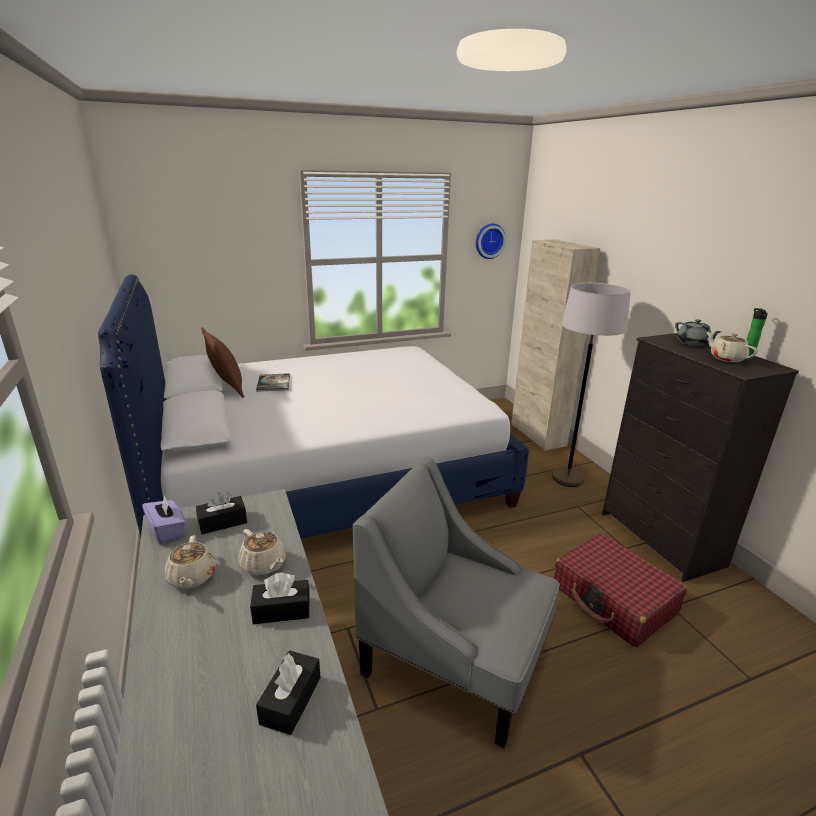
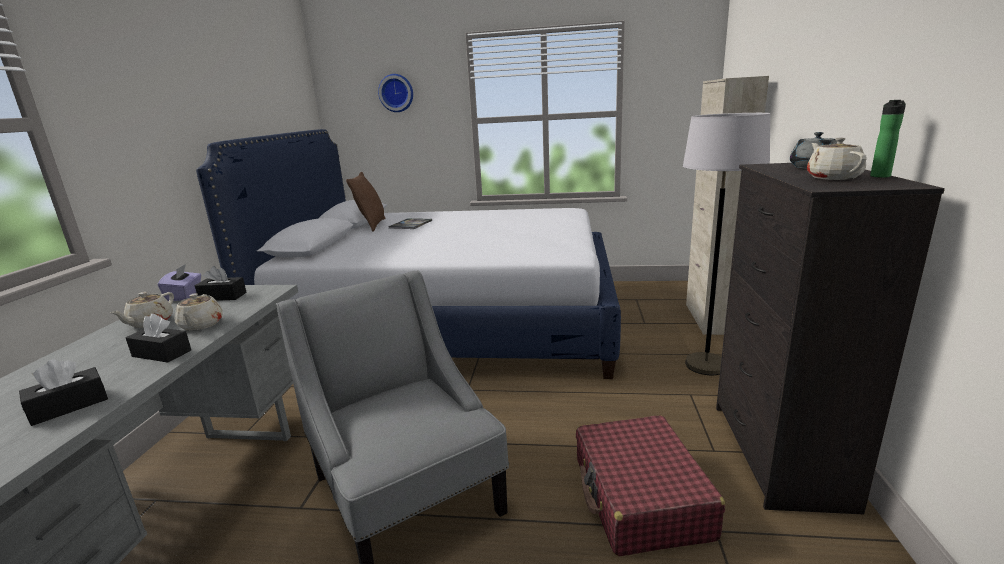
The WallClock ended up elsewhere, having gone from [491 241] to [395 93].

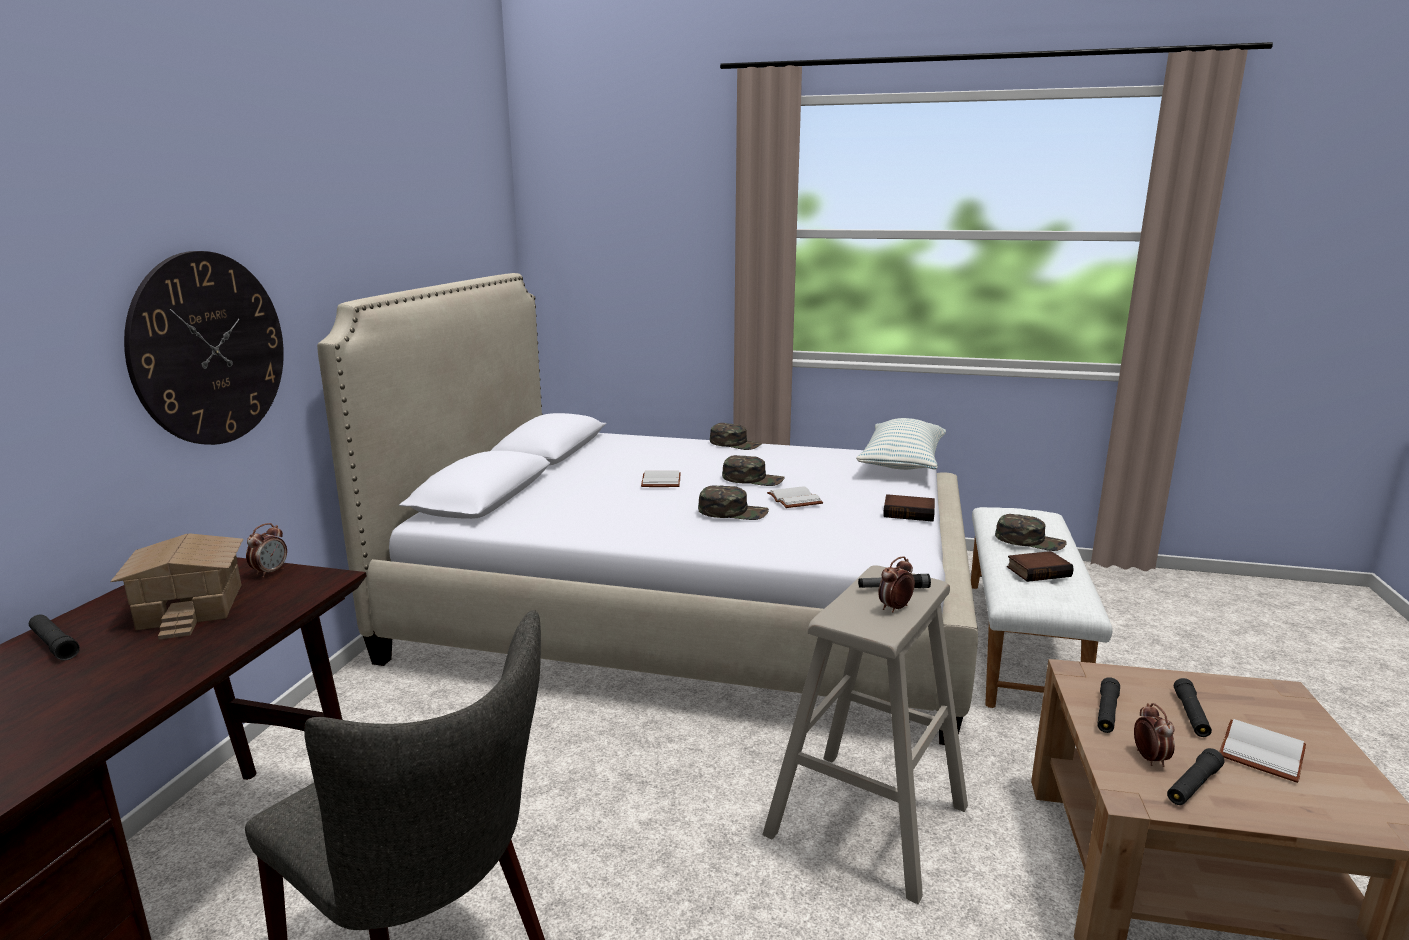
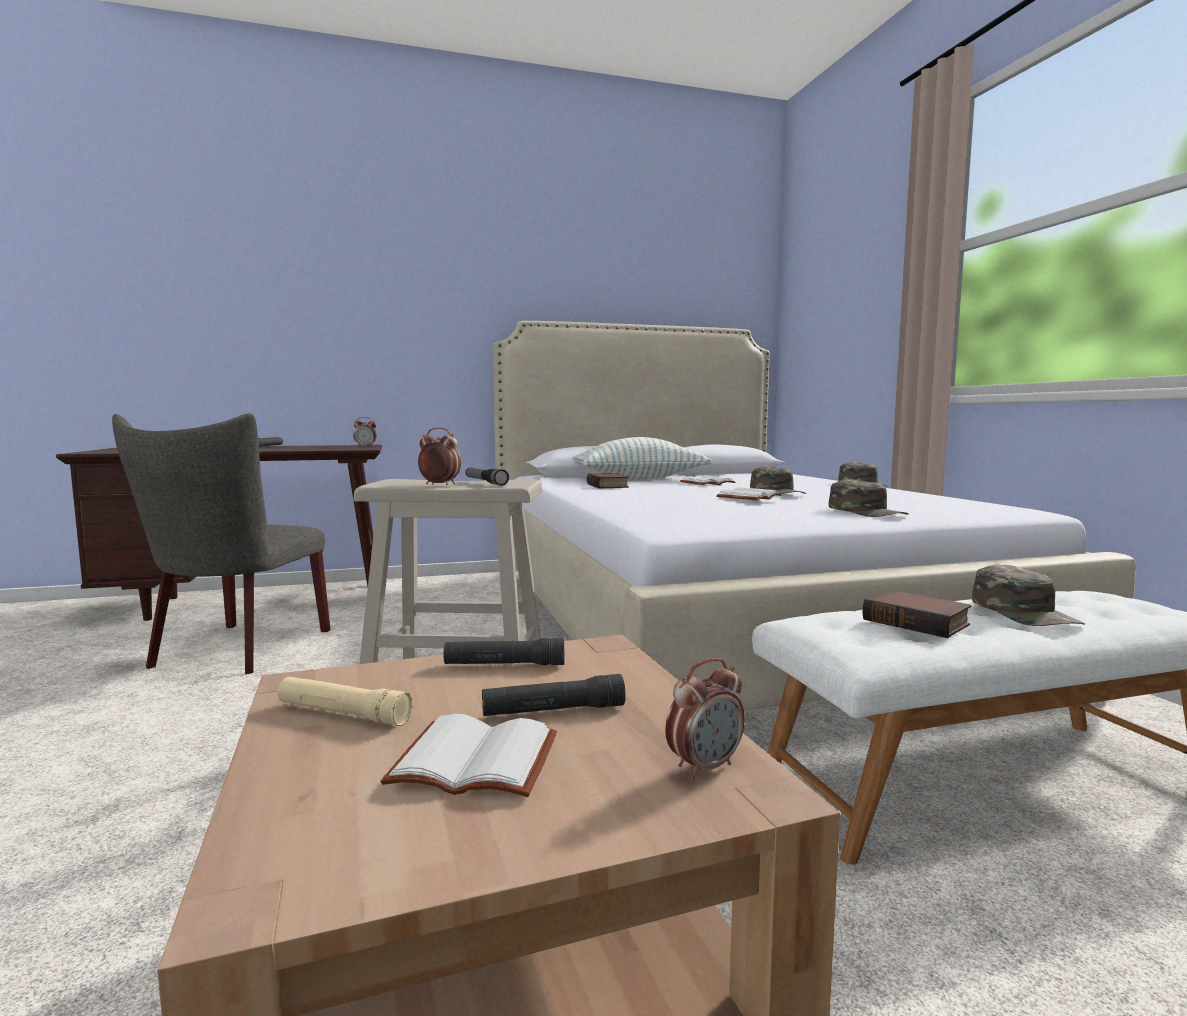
The second view lost the WallClock at [204 348].
The Pillow ended up elsewhere, having gone from [901 444] to [642 458].
The GreenCap ended up elsewhere, having gone from [733 503] to [869 498].
The Book ended up elsewhere, having gone from [909 508] to [608 481].
The second view lost the ToyHouse at [177 586].
The AlarmClock ended up elsewhere, having gone from [1154 735] to [705 718].
What was the BlackFlashlight at [1195 776] turned into the BeigeFlashlight at [345 701].

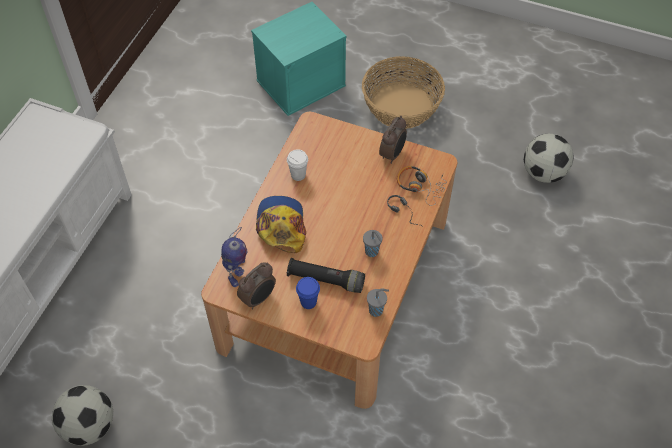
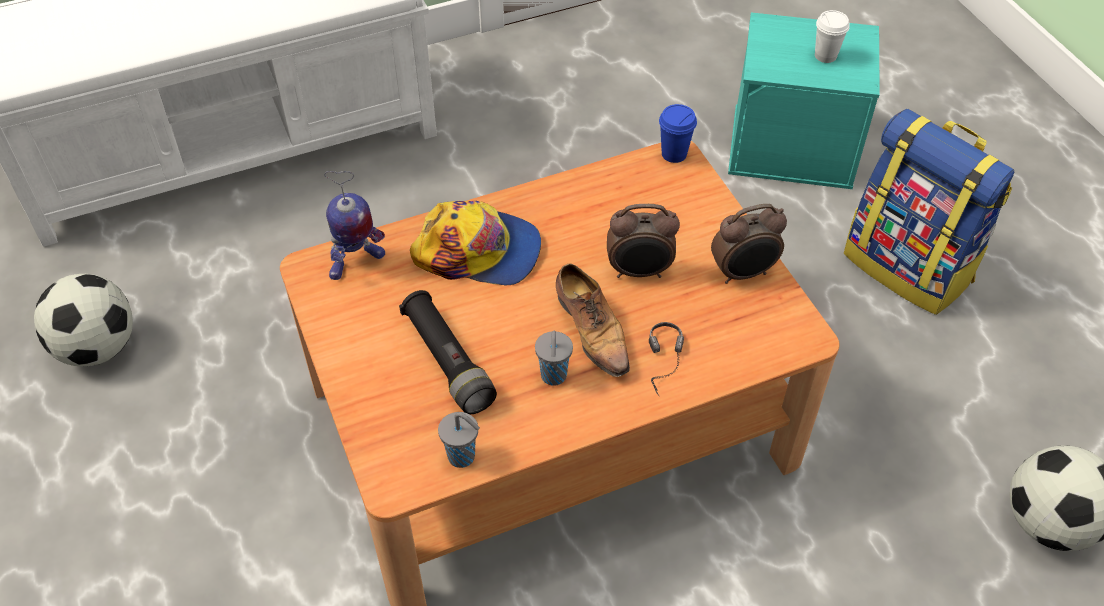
Where the Basket stood at [403 92], the Backpack came to stand at [929 212].
The WhiteCup ended up elsewhere, having gone from [297 165] to [832 36].
The second view lost the Headphones at [422 186].
The Cap at [281 224] ended up facing another way, 60 degrees clockwise from before.
The AlarmClock ended up elsewhere, having gone from [256 285] to [643 241].
The BlueCup ended up elsewhere, having gone from [308 293] to [678 133].
The second view gained the Shoe at [593 320].

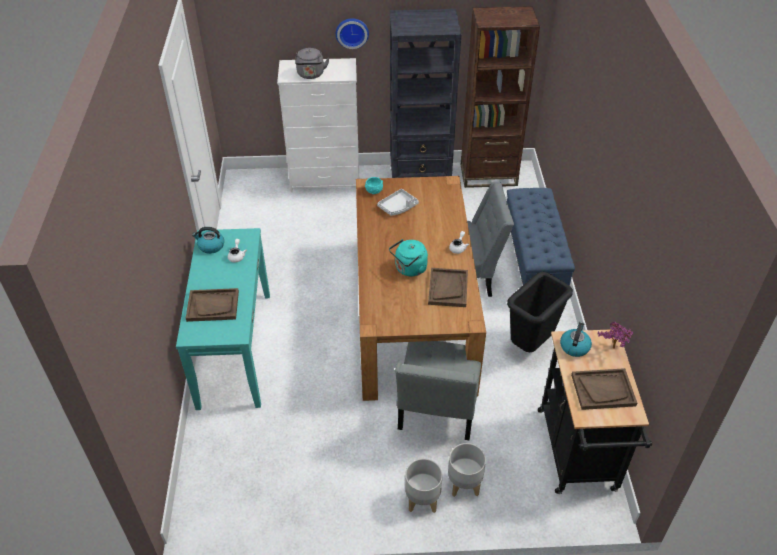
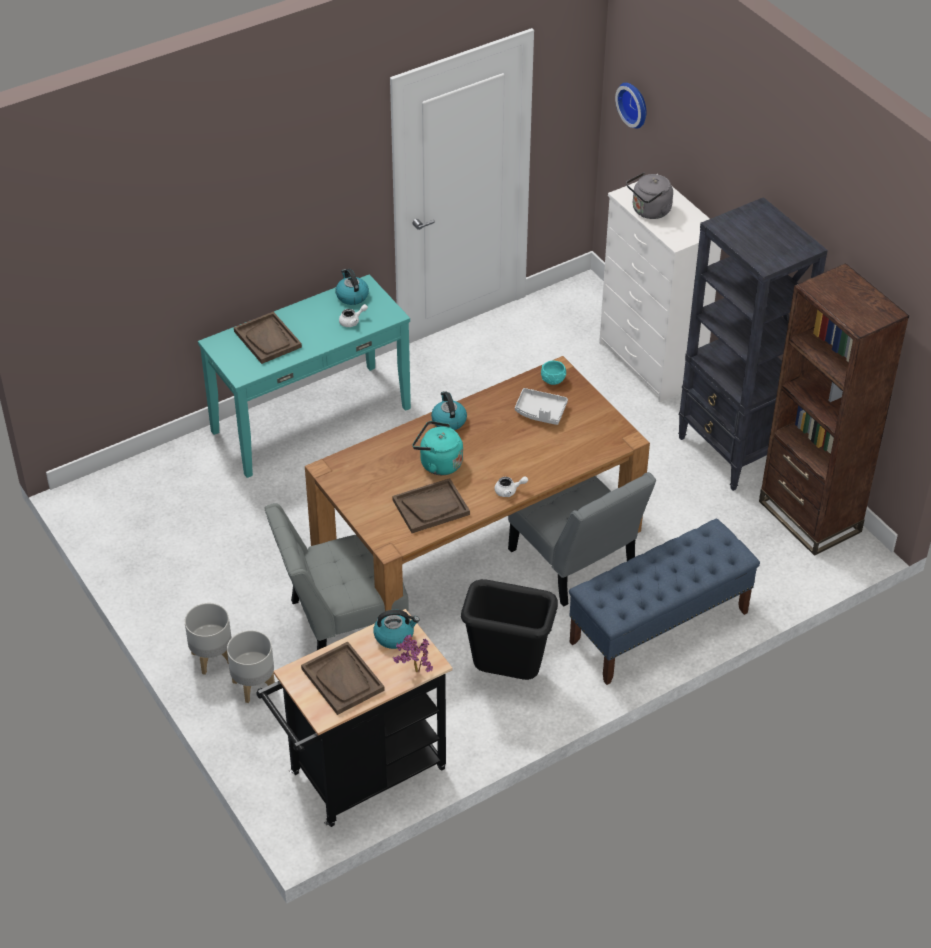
The WallClock ended up elsewhere, having gone from [352 33] to [630 106].
The second view gained the Kettle at [449 410].

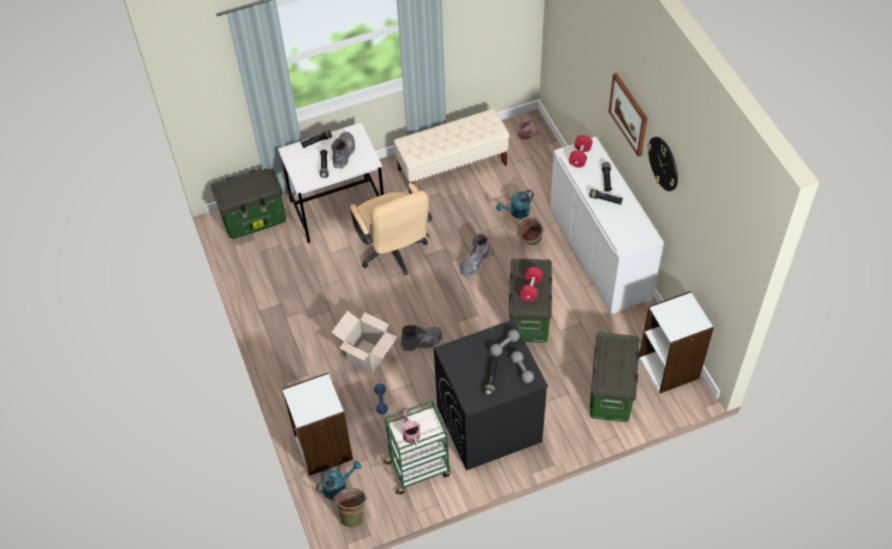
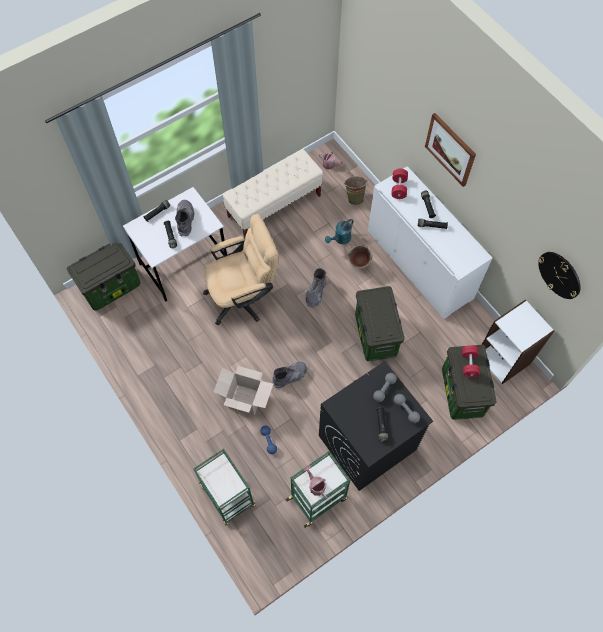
The WallClock ended up elsewhere, having gone from [662 164] to [559 275].
The BeigeOfficeChair at [391 229] ended up facing another way, 75 degrees counterclockwise from before.
The RedDumbbell ended up elsewhere, having gone from [531 284] to [471 361].
Where the WhiteBookcase stood at [317 424], the GreenCart came to stand at [224 487].
The second view lost the TurquoiseWateringCan at [338 480].
The GreenBucket ended up elsewhere, having gone from [350 508] to [356 190].

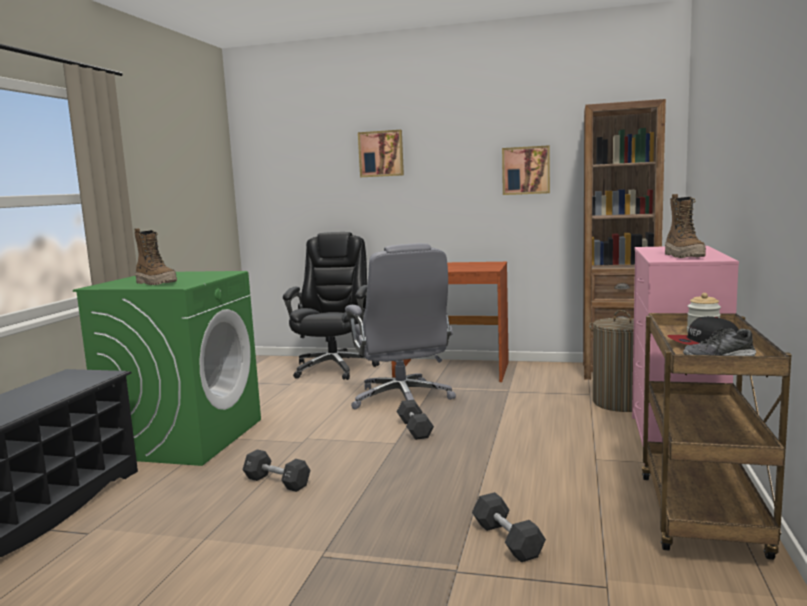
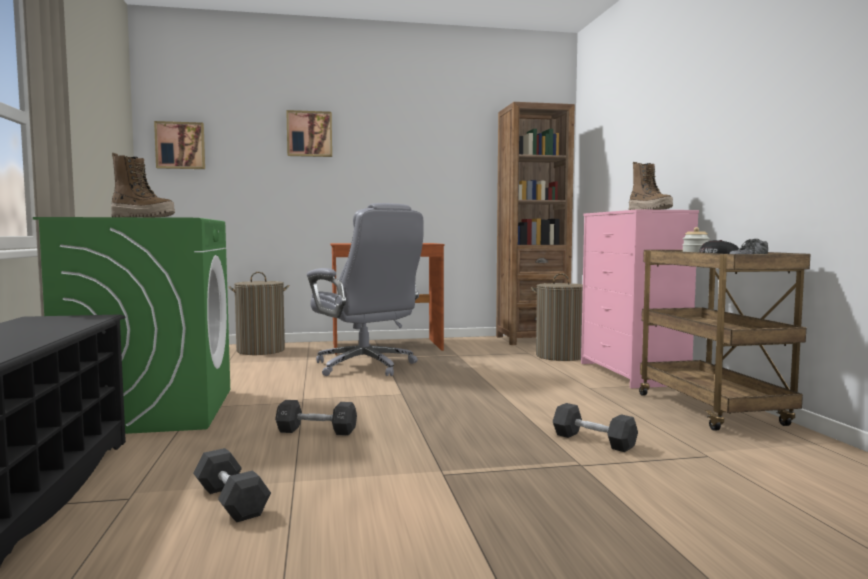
The Picture ended up elsewhere, having gone from [526 170] to [179 145].
Where the BlackOfficeChair stood at [331 306], the LaundryBasket came to stand at [259 313].
The BlackDumbbell ended up elsewhere, having gone from [415 420] to [232 485].

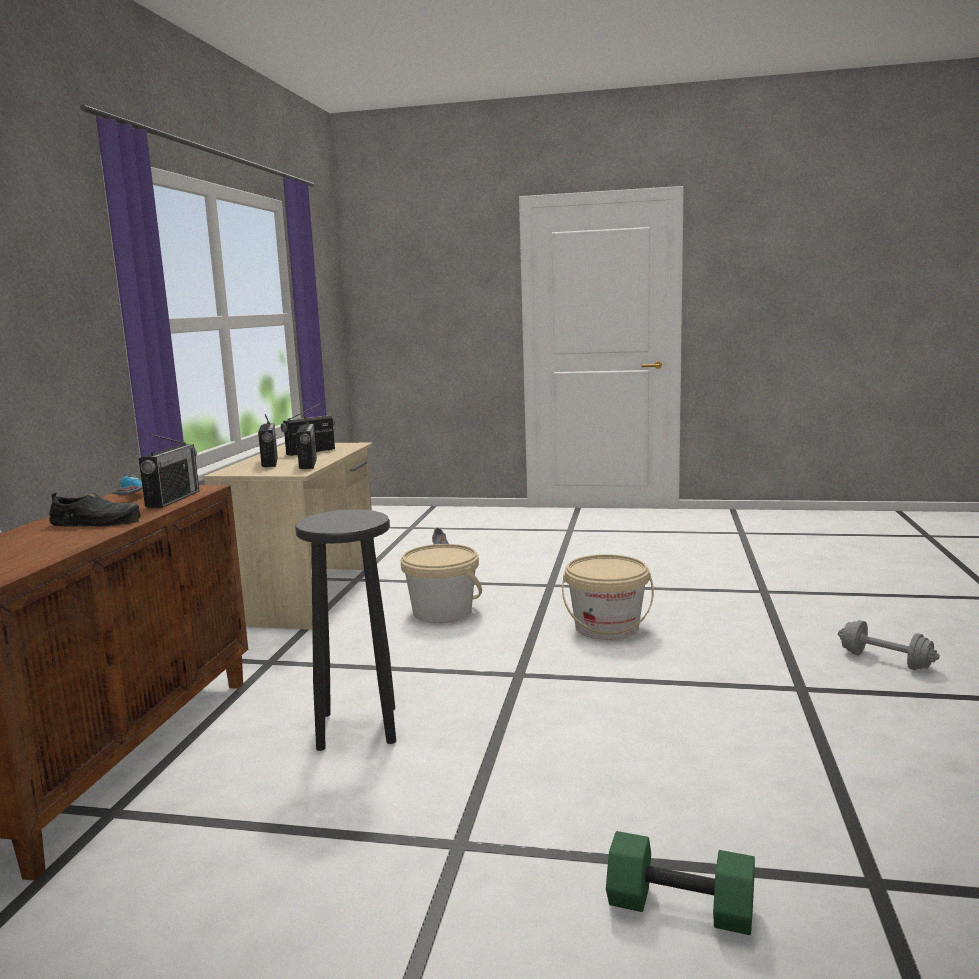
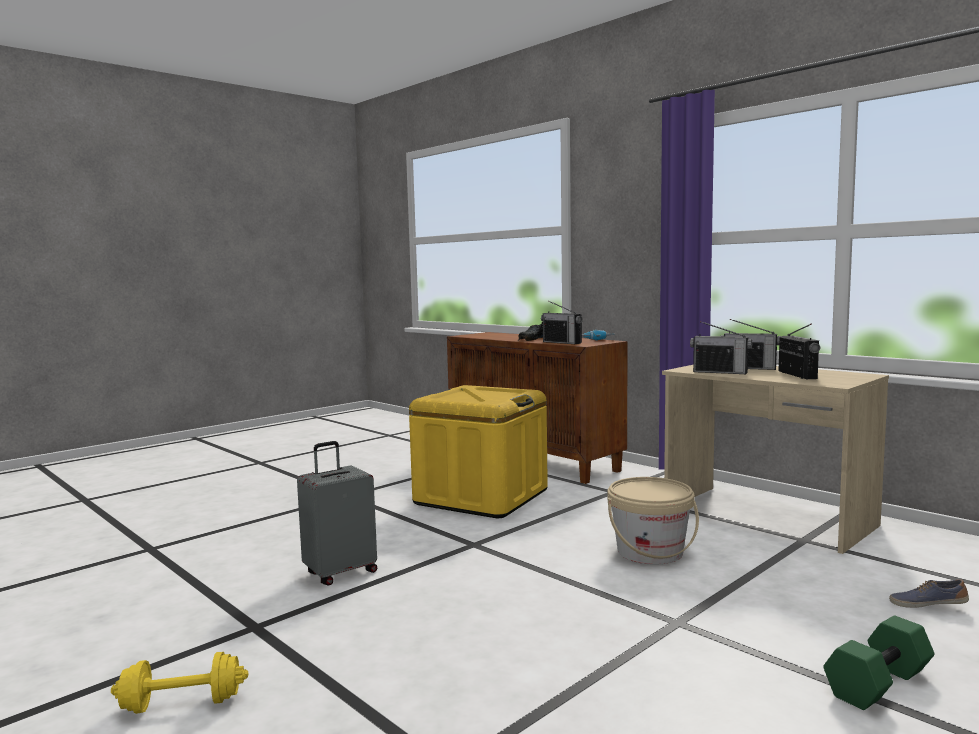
Where the BlackStool stood at [345 630], the YellowStorageBox came to stand at [478 451].
The second view lost the BeigeBucket at [608 597].
What was the GreyDumbbell at [889 645] turned into the YellowDumbbell at [179 683].
The GreenDumbbell ended up elsewhere, having gone from [680 883] to [879 663].
The second view gained the GreySuitcase at [337 513].

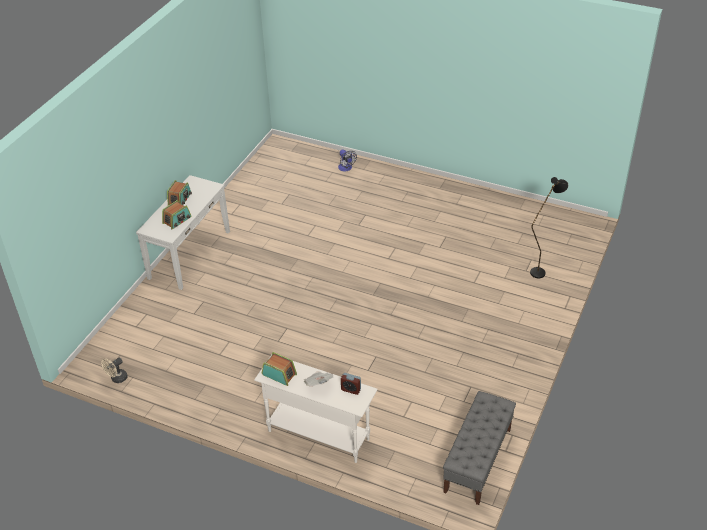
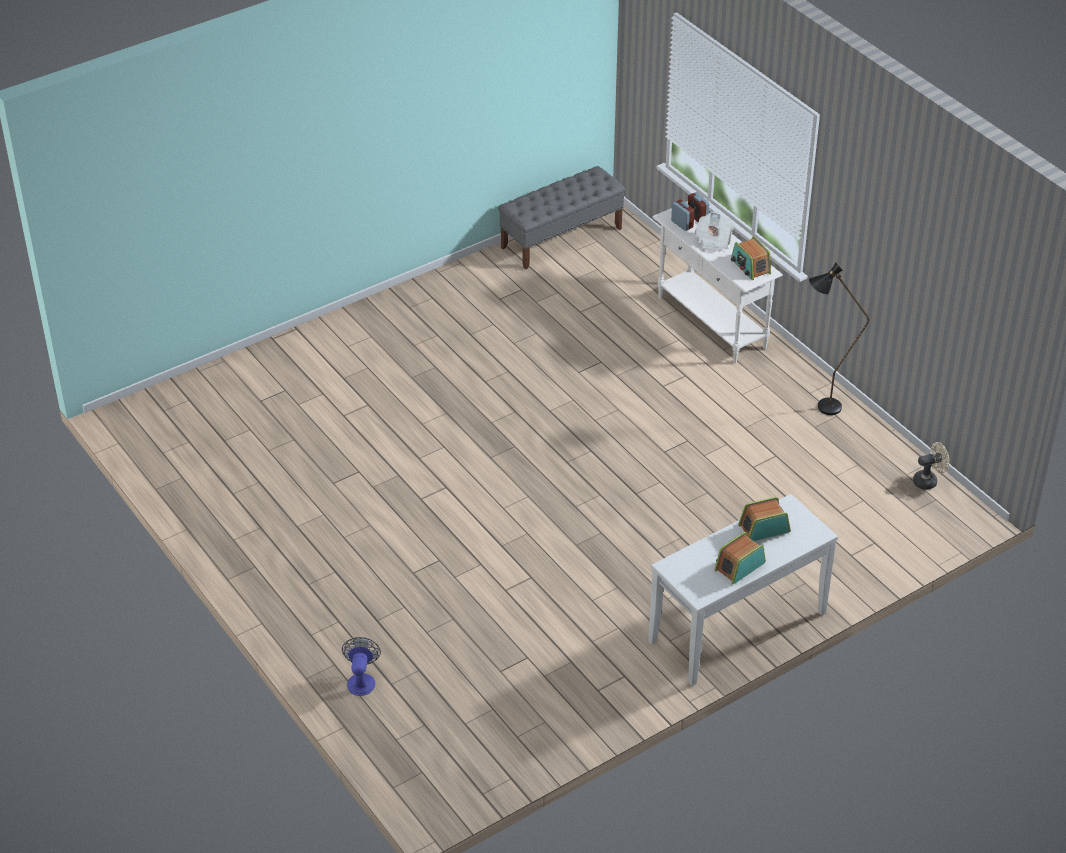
The BlackFloorLamp ended up elsewhere, having gone from [549 227] to [839 338].
The second view gained the AlarmClock at [698 207].

